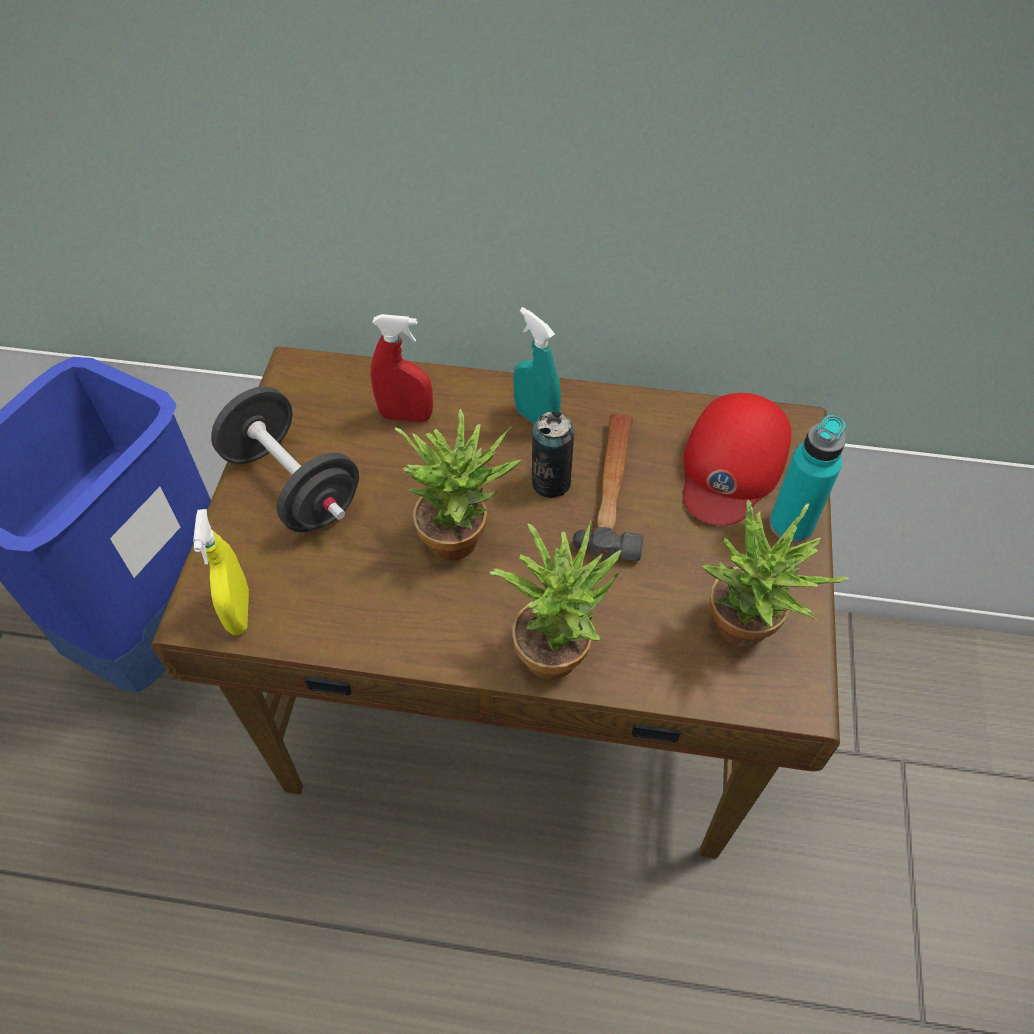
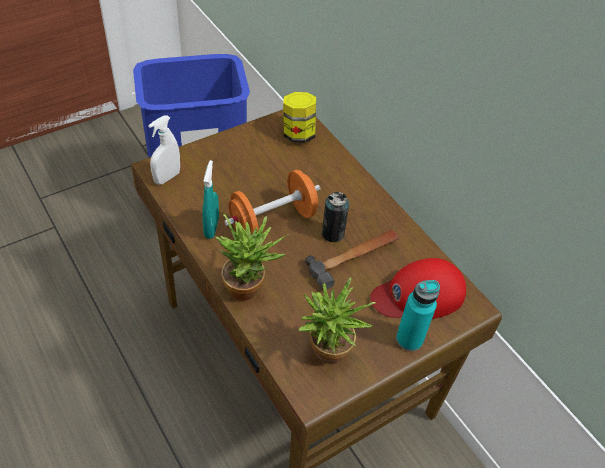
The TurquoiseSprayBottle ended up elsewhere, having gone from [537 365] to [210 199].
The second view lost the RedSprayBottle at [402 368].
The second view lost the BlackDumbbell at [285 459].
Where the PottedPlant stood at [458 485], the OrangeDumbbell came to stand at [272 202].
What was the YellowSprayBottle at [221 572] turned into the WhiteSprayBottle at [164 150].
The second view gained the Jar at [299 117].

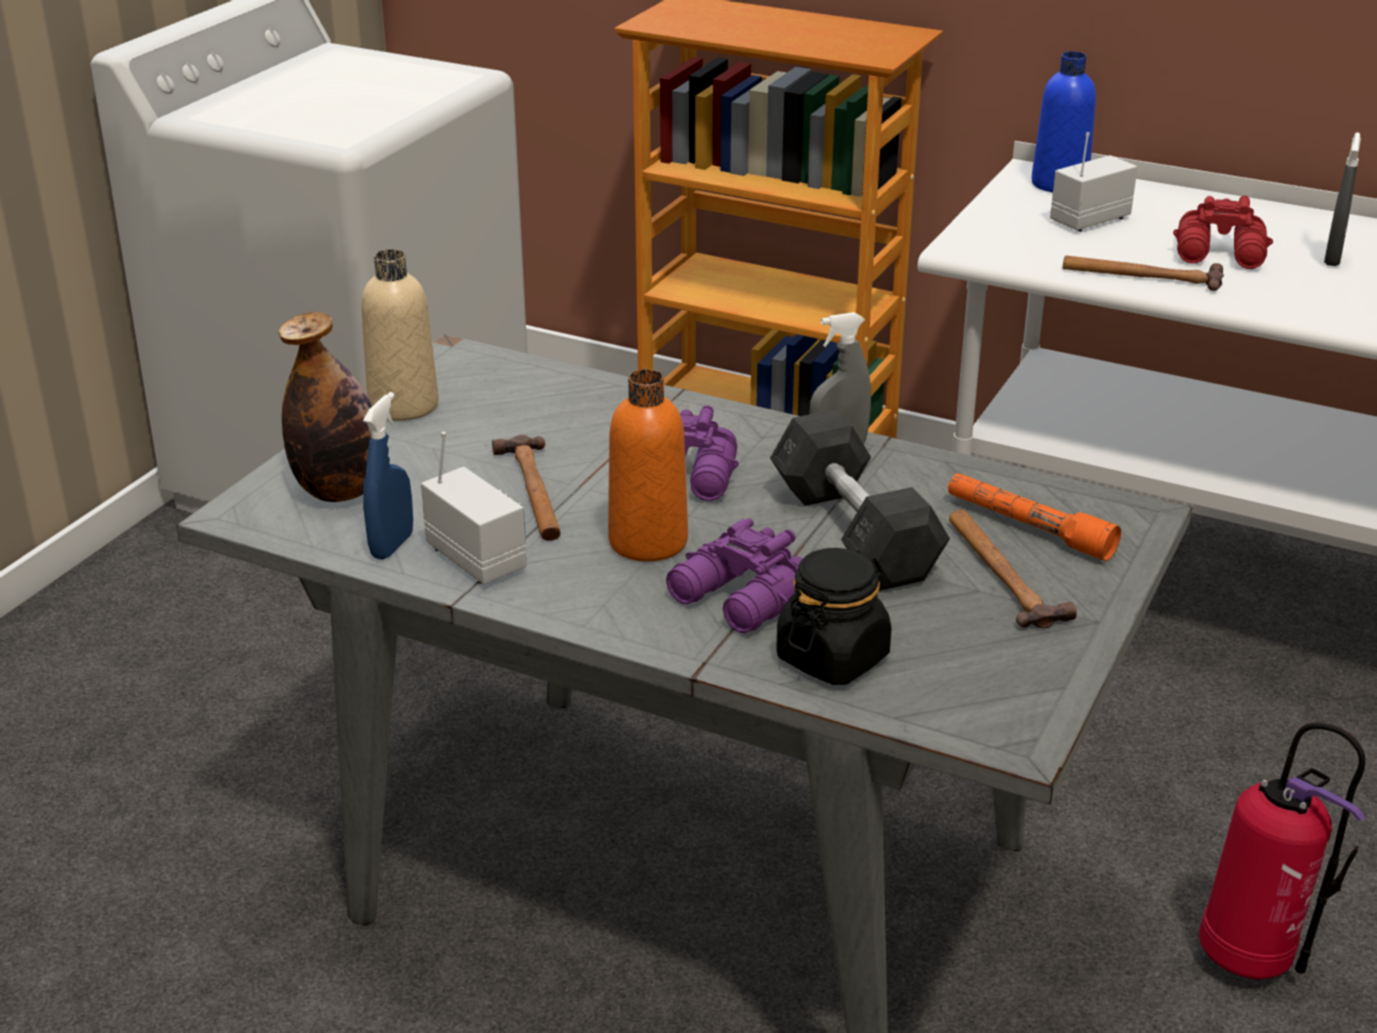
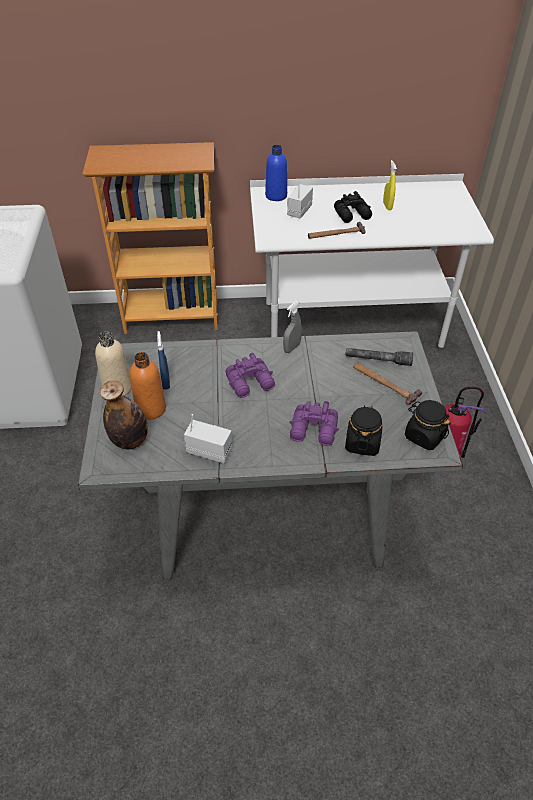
What was the GreySprayBottle at [1342 199] turned into the YellowSprayBottle at [390 185].
What was the RedBinoculars at [1223 232] turned into the BlackBinoculars at [353 207].
The OrangeBottle ended up elsewhere, having gone from [648 465] to [148 386].
The BlueSprayBottle ended up elsewhere, having gone from [388 476] to [163 360].
The second view lost the GreyDumbbell at [860 500].
The second view lost the Hammer at [526 488].
What was the OrangeFlashlight at [1034 517] turned into the GreyFlashlight at [379 357].
The second view gained the BlackJar at [428 425].

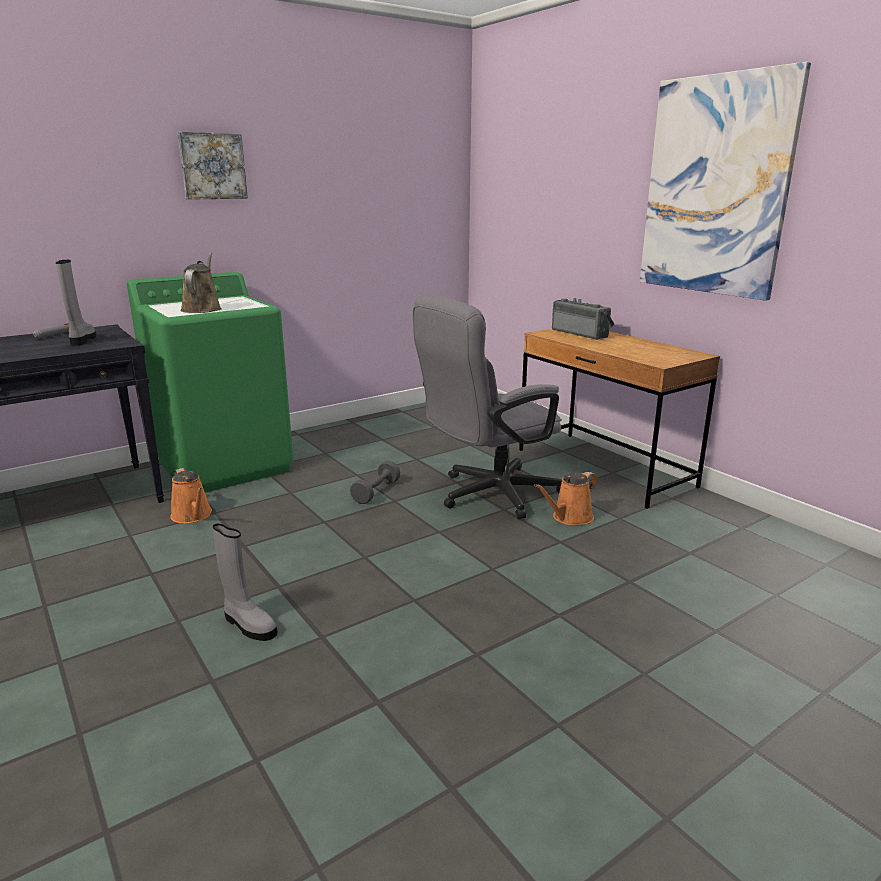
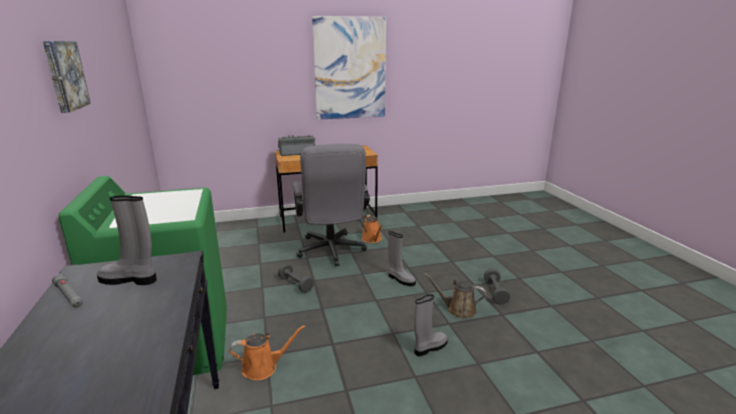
The BrownWateringCan ended up elsewhere, having gone from [201 283] to [455 296].
The second view gained the GreyBoot at [402 258].
The second view gained the GreyDumbbell at [497 286].

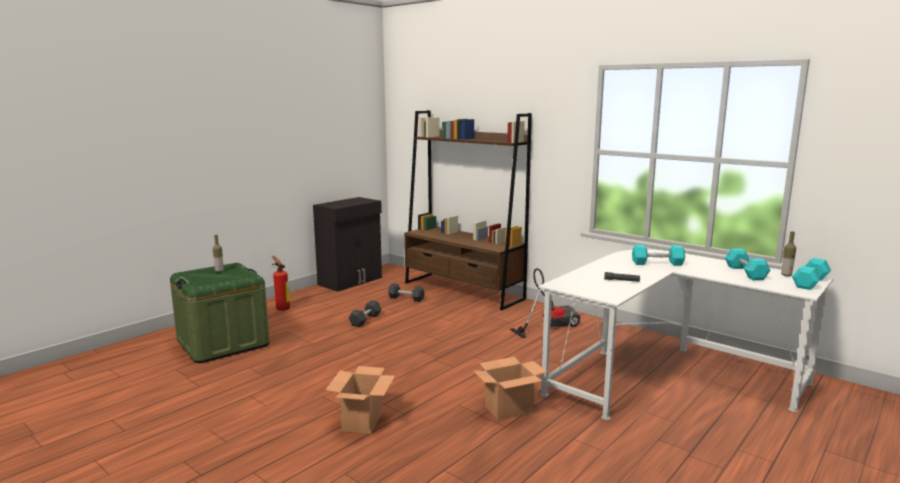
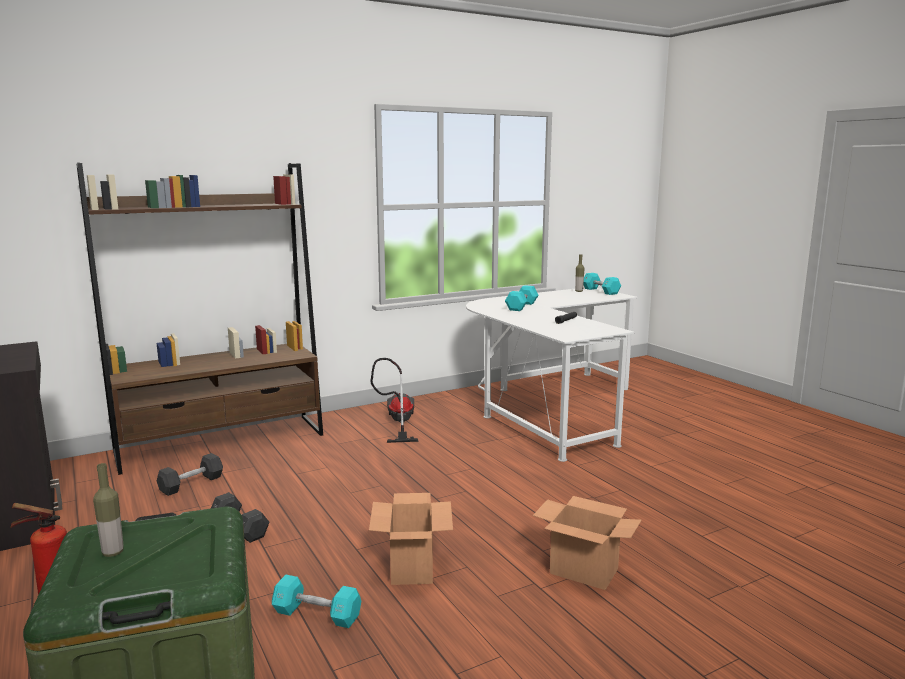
The TurquoiseDumbbell ended up elsewhere, having gone from [748 264] to [316 601].
The CardboardBox ended up elsewhere, having gone from [510 388] to [411 539].

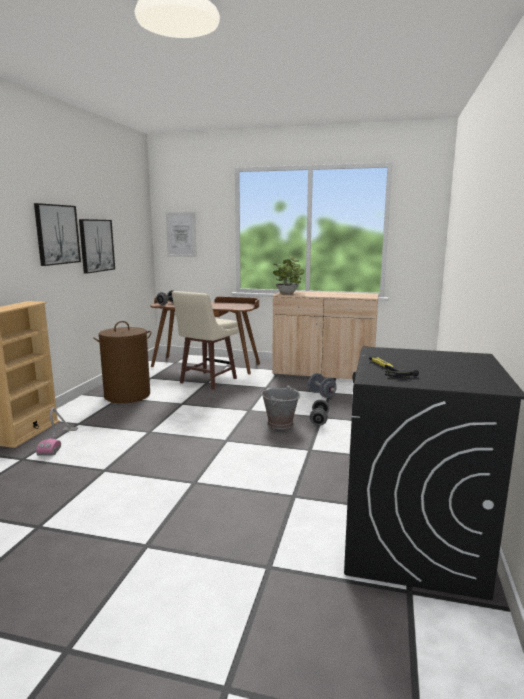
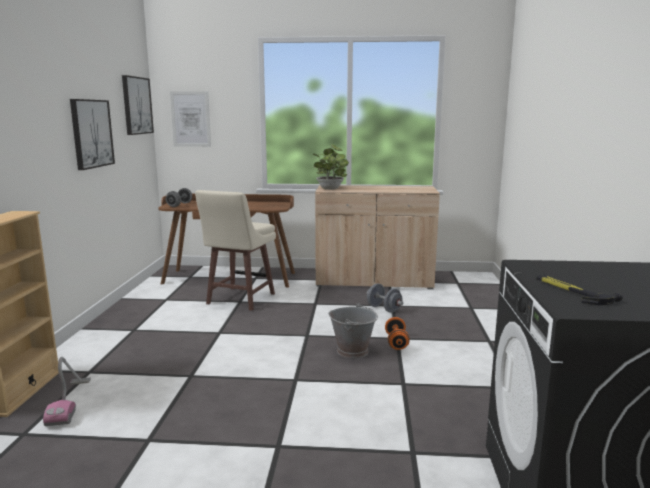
The Picture ended up elsewhere, having gone from [57 234] to [138 105].
The second view lost the BrownLaundryBasket at [122 362].
What was the GreyDumbbell at [319 412] turned into the OrangeDumbbell at [397 333].

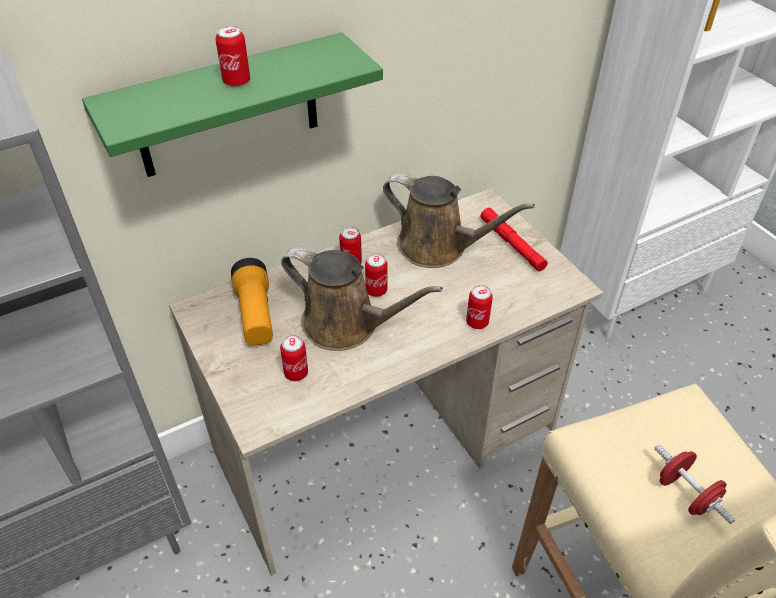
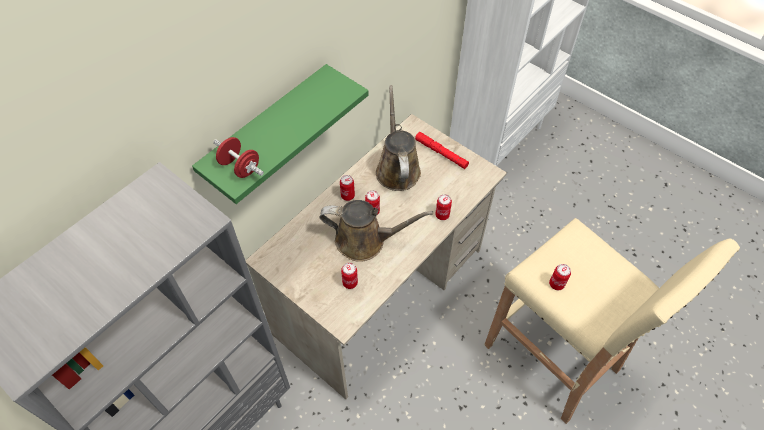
The Can ended up elsewhere, having gone from [232 56] to [560 277].
The BrownWateringCan at [459 220] ended up facing another way, 105 degrees counterclockwise from before.
The second view lost the Flashlight at [252 301].
The RedDumbbell ended up elsewhere, having gone from [694 484] to [238 157].

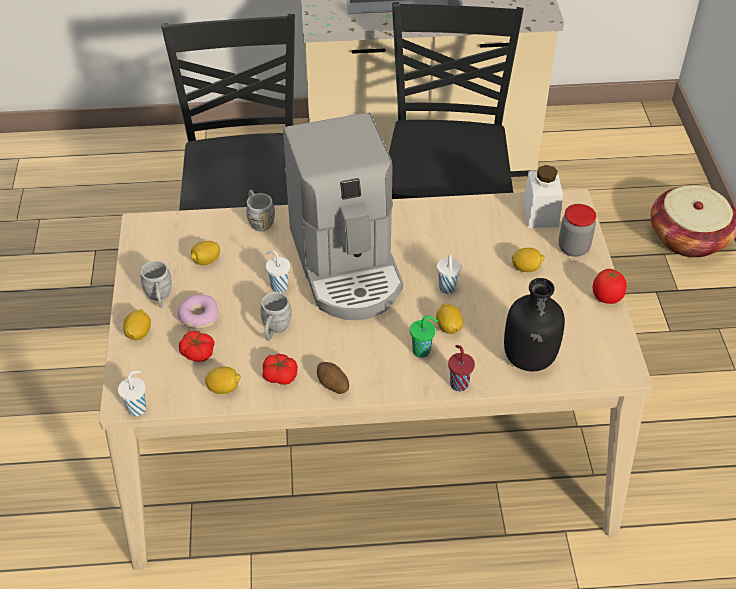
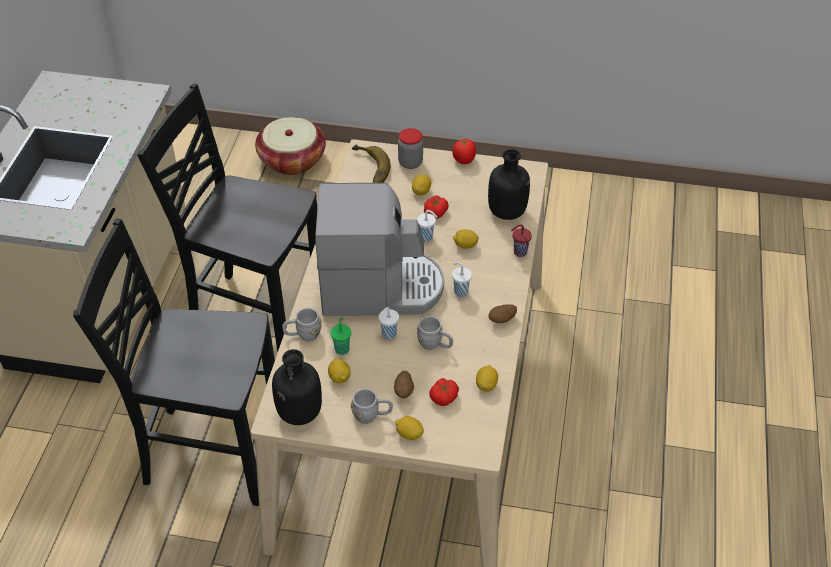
Where the WhiteJar stood at [543 196], the Banana came to stand at [371 163].
Where the Donut stood at [198 312], the Potato came to stand at [404 384].
The GreenCup ended up elsewhere, having gone from [424 337] to [341 336].
The Tomato ended up elsewhere, having gone from [280 369] to [436 206].
The WhiteCup ended up elsewhere, having gone from [132 393] to [462 279].
The second view gained the BlackBottle at [297 387].

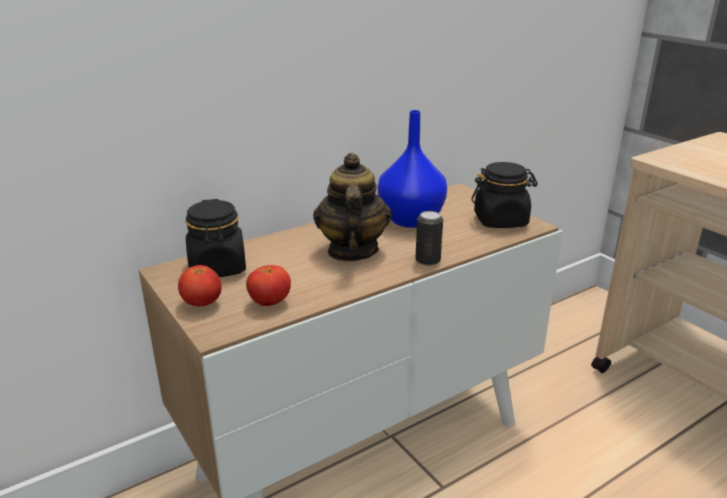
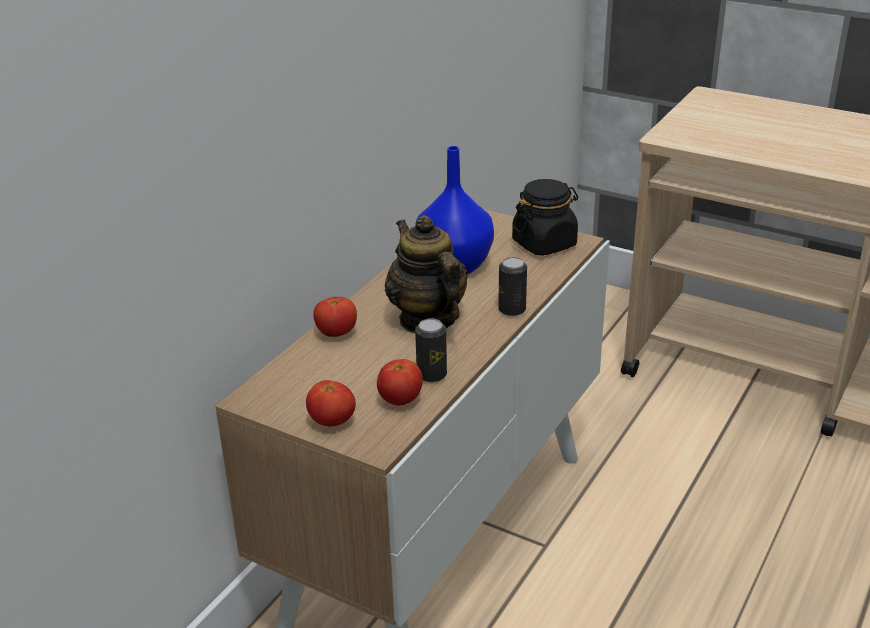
The second view lost the BlackJar at [215 238].
The second view gained the Tomato at [335 317].
The second view gained the Can at [431 350].

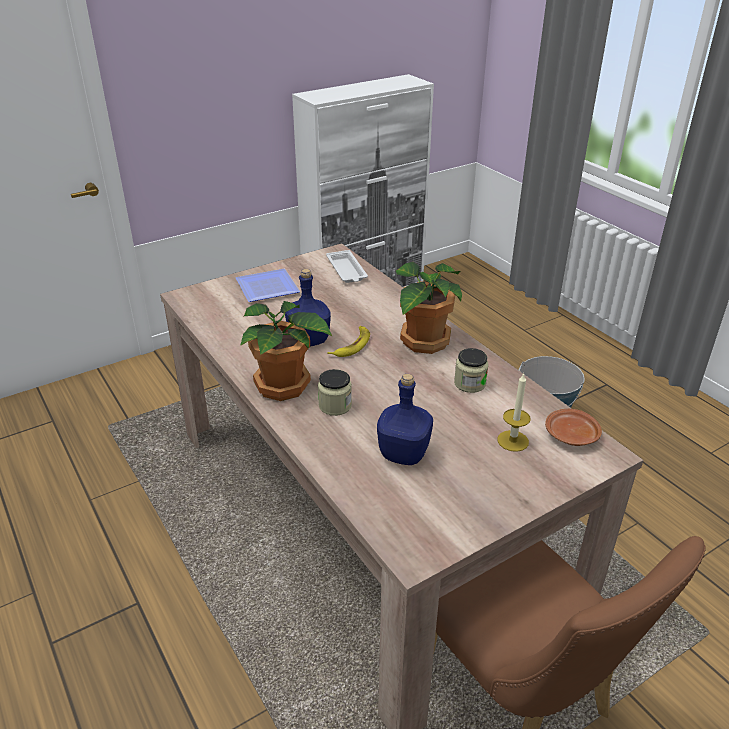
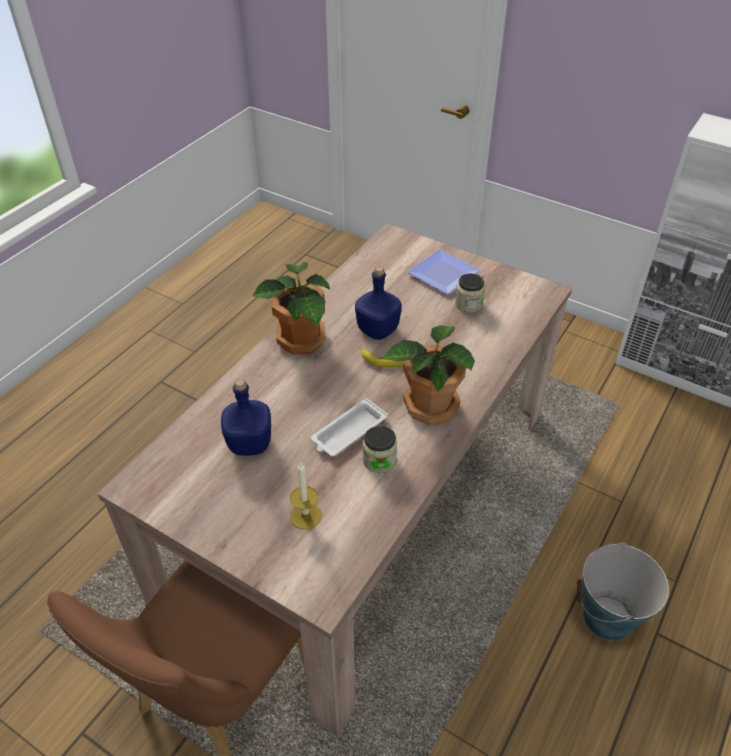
The WhiteTray ended up elsewhere, having gone from [347 266] to [349 427].
The Jar ended up elsewhere, having gone from [335 392] to [470 293].
The second view lost the BrownPlate at [573 427].

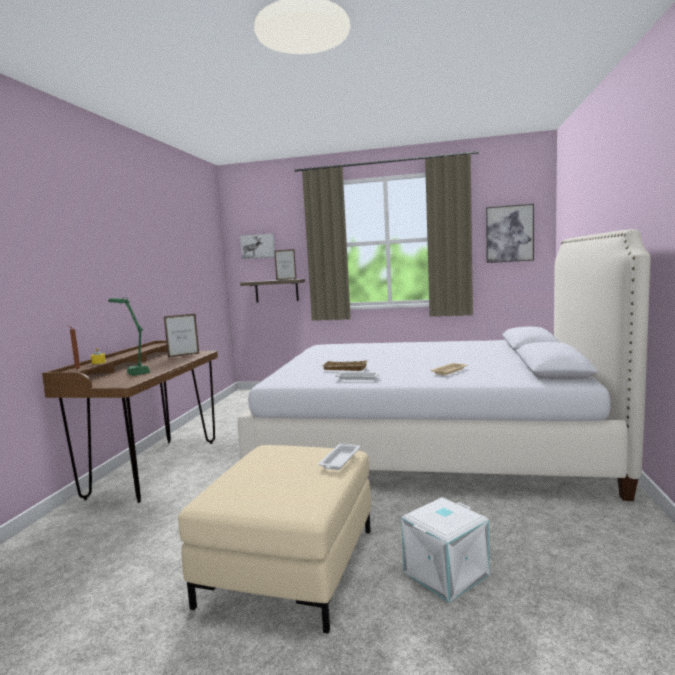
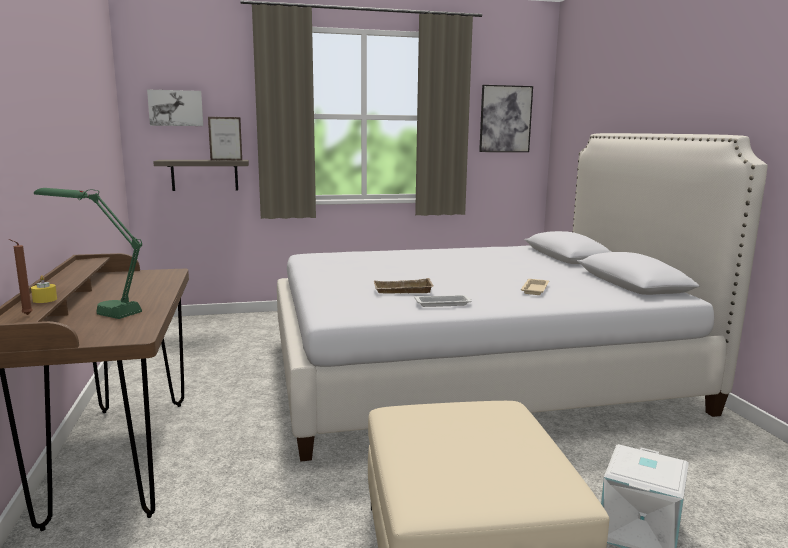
The second view lost the PictureFrame at [182 336].
The second view lost the WhiteTray at [339 456].

